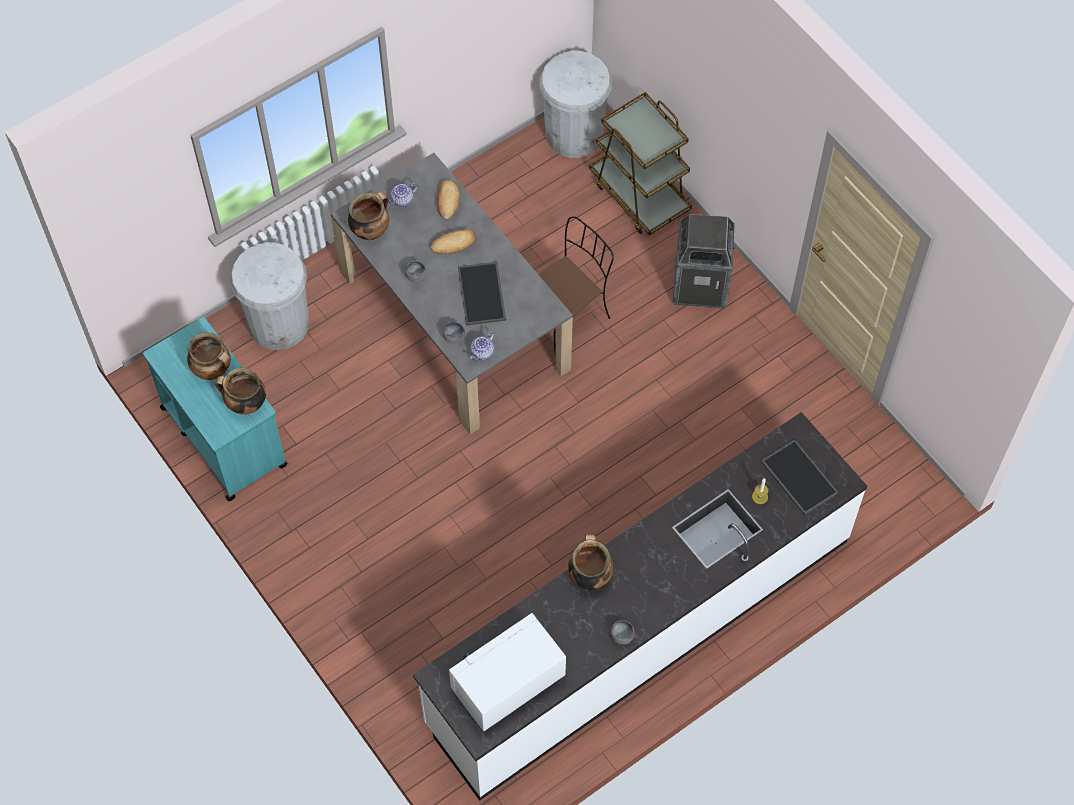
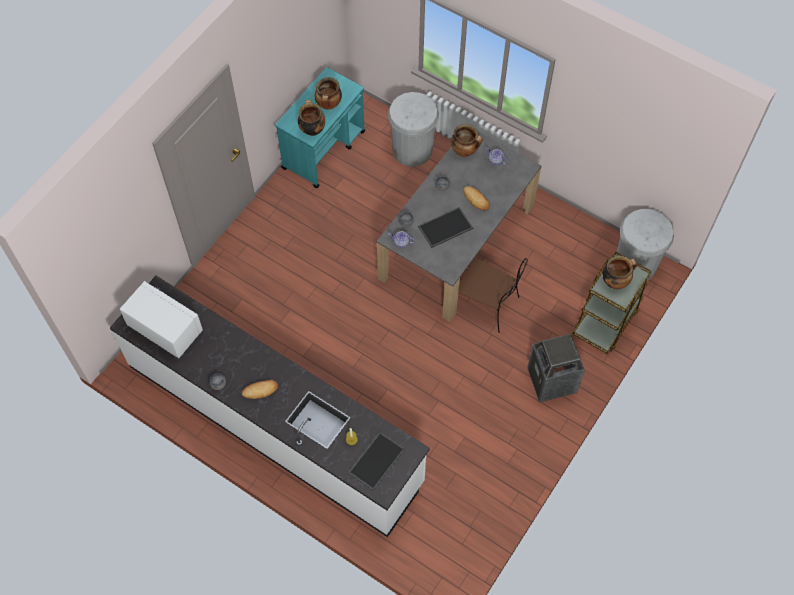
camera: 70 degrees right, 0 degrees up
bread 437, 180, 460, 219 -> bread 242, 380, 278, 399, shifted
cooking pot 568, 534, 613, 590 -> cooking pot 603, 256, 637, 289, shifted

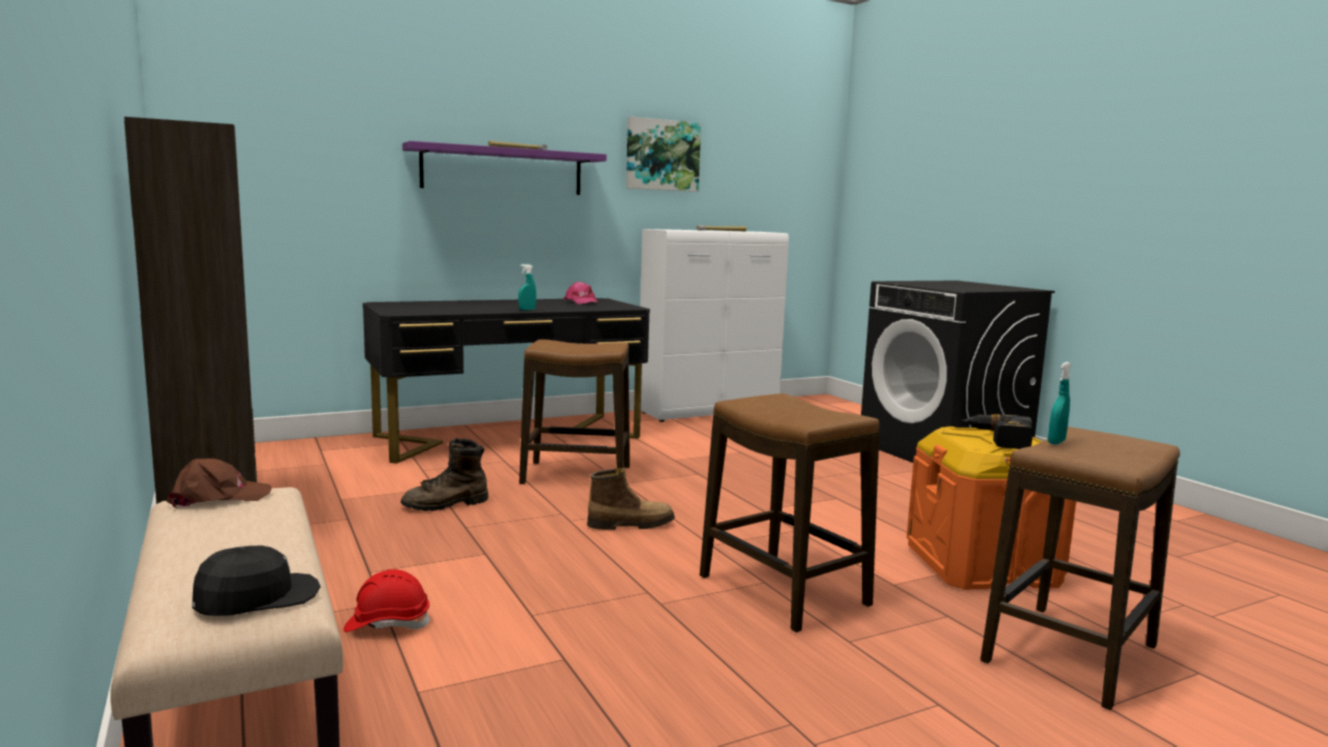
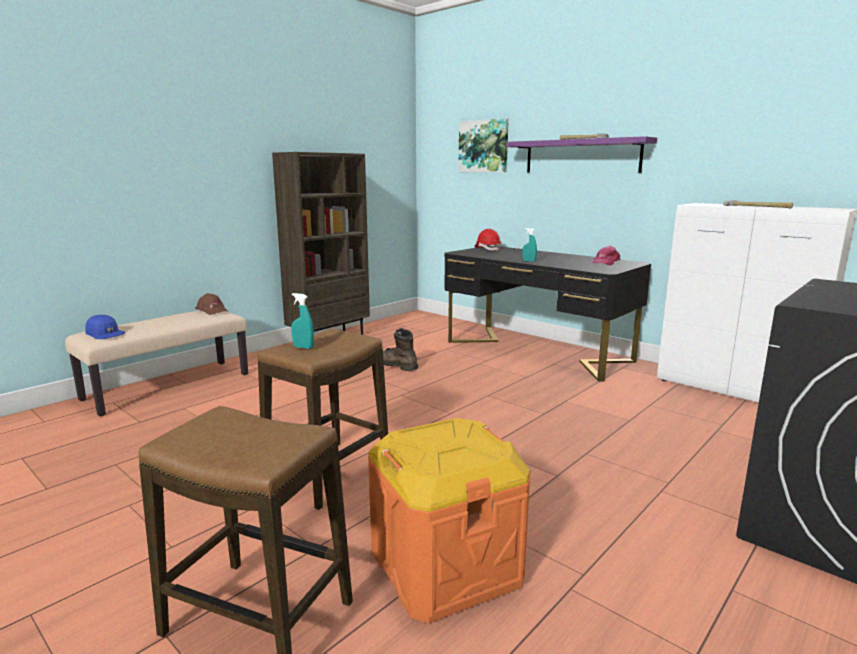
camera: 70 degrees right, 5 degrees up
black cap 192, 546, 320, 616 -> bluish cap 86, 315, 125, 339
red-coloured hard hat 344, 569, 431, 632 -> red-coloured hard hat 475, 229, 501, 251, shifted
stool 519, 339, 630, 485 -> none
high-top boot 587, 468, 675, 530 -> none
wall art 626, 116, 701, 192 -> wall art 458, 118, 509, 172, shifted
power drill 962, 414, 1033, 449 -> none
turquoise sprayer 1048, 362, 1071, 445 -> turquoise sprayer 291, 293, 314, 349, shifted

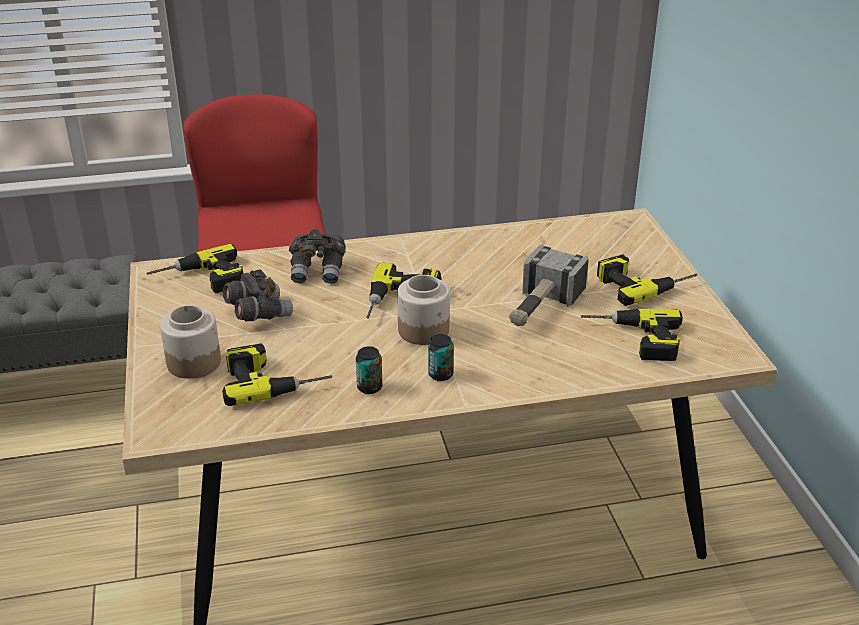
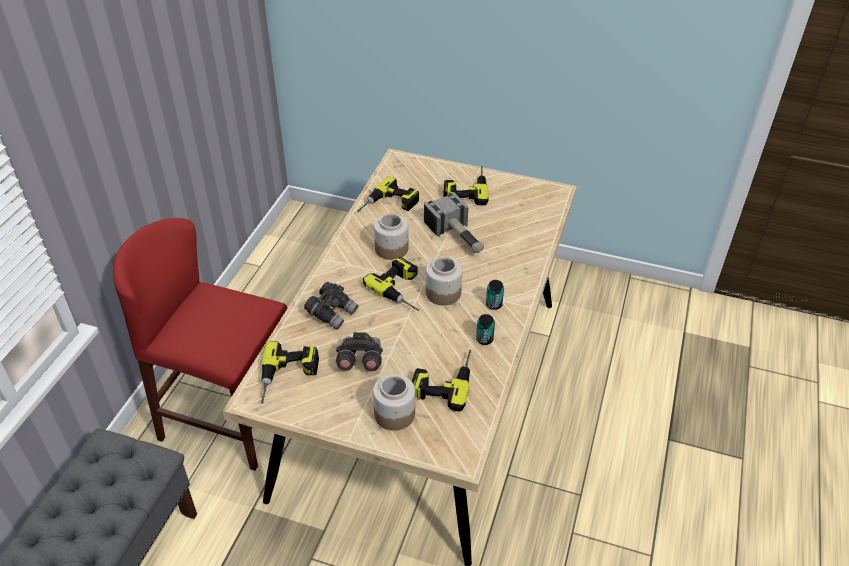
camera: 60 degrees left, 10 degrees up
power drill 581, 309, 683, 361 -> power drill 357, 176, 419, 212, shifted
none -> preserve jar 374, 214, 408, 260

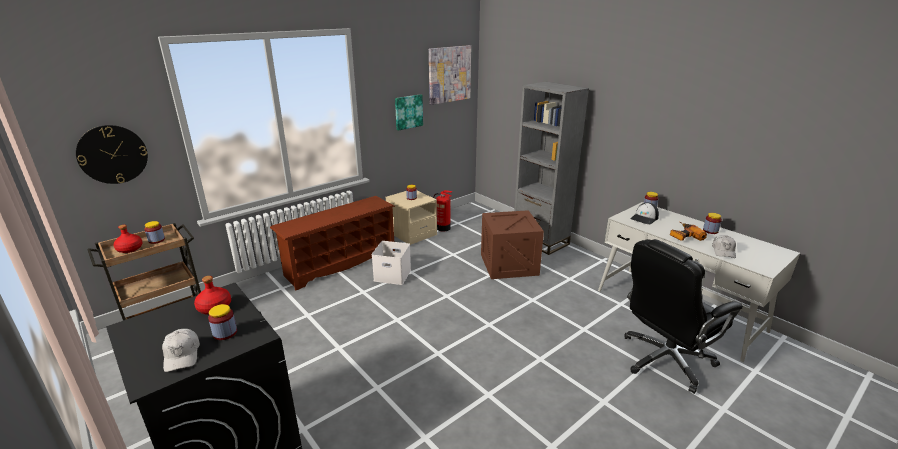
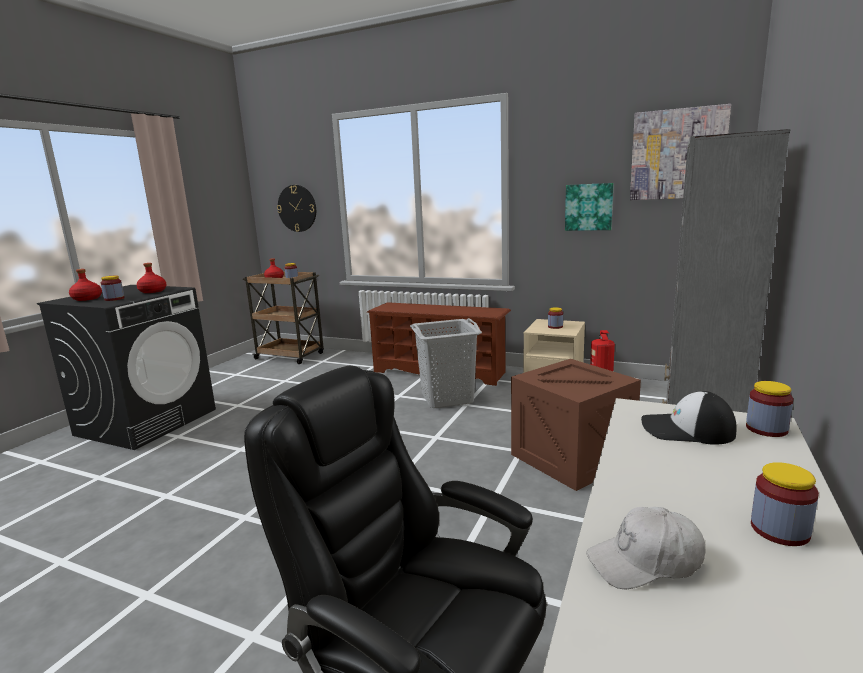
camera: 65 degrees right, 10 degrees down
whitish cap 162, 329, 200, 372 -> red-coloured beverage bottle 69, 269, 102, 301
whitish storage box 372, 241, 411, 285 -> gray washing basket 410, 318, 482, 408
power drill 670, 222, 707, 241 -> none

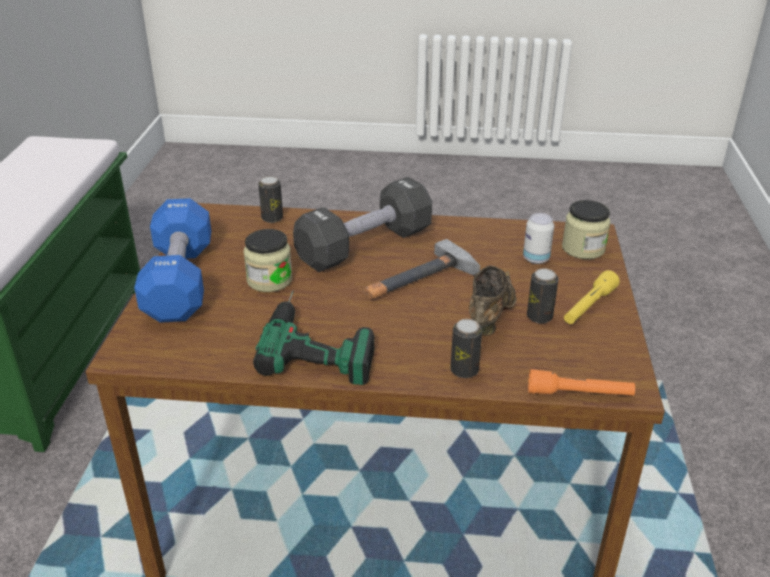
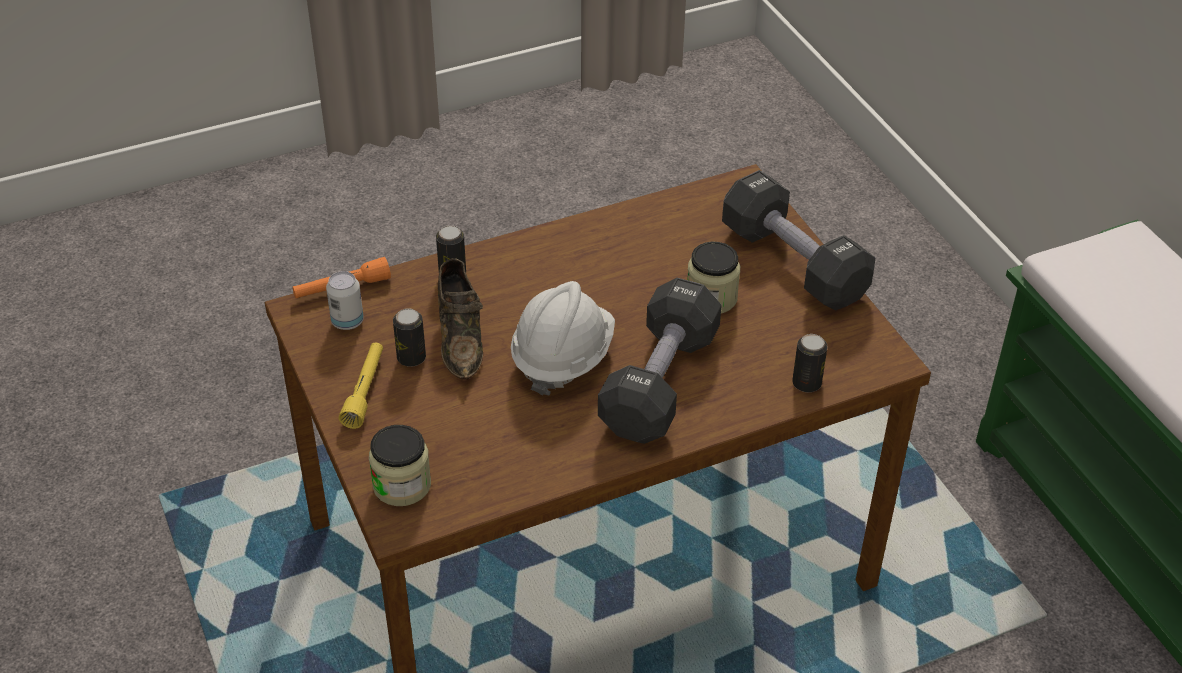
camera: 150 degrees right, 10 degrees up
bluish free weight 134, 198, 211, 323 -> black free weight 722, 170, 875, 310
power drill 253, 291, 374, 385 -> none
hand hammer 364, 239, 480, 299 -> whitish hard hat 511, 281, 615, 396
can 523, 213, 554, 264 -> can 326, 271, 364, 330, shifted

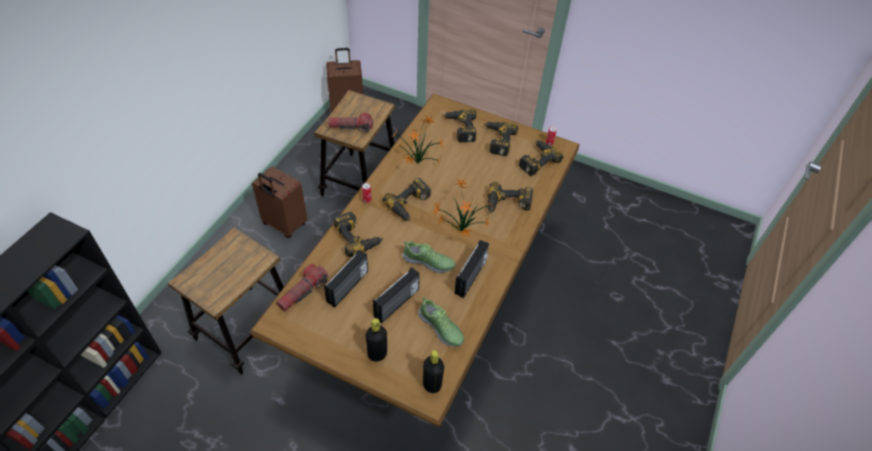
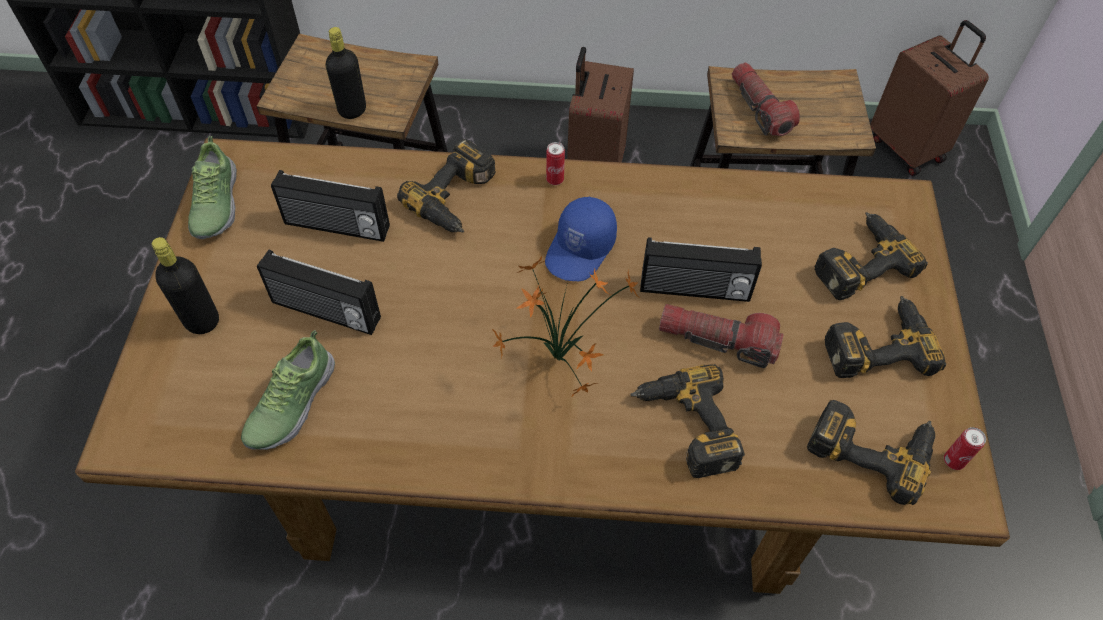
camera: 70 degrees right, 5 degrees up
hand torch 276, 264, 328, 312 -> hand torch 659, 304, 784, 368, shifted
power drill 383, 178, 431, 221 -> bluish cap 545, 196, 617, 281
potted plant 390, 116, 444, 165 -> none
shoe 403, 241, 456, 273 -> shoe 188, 136, 237, 239, shifted
black beverage bottle 423, 350, 444, 393 -> black beverage bottle 326, 27, 366, 119, shifted
radio set 454, 240, 489, 298 -> radio set 640, 237, 762, 302, shifted

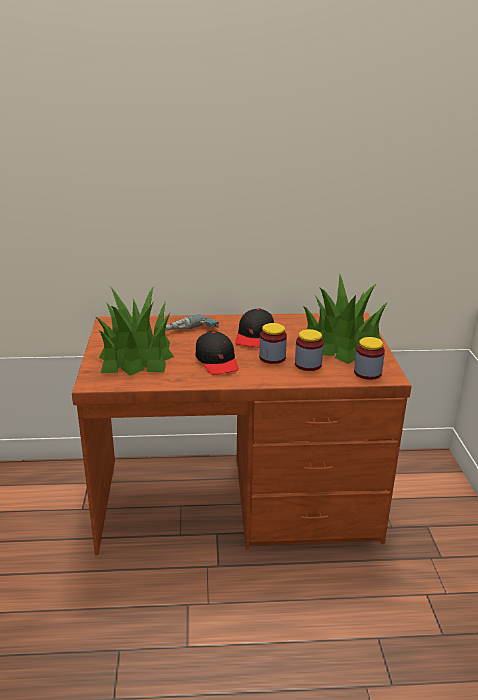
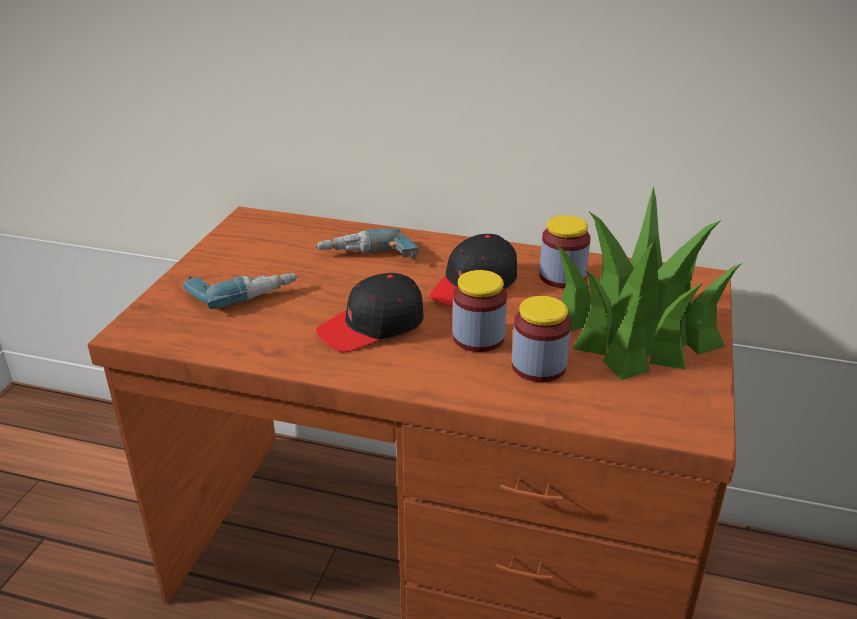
camera: 20 degrees right, 5 degrees up
potted plant 95, 286, 174, 375 -> power drill 183, 273, 298, 309
black cap 195, 331, 239, 375 -> black cap 316, 273, 424, 352, 60 degrees clockwise
preserve jar 354, 337, 385, 380 -> preserve jar 539, 215, 591, 288, shifted

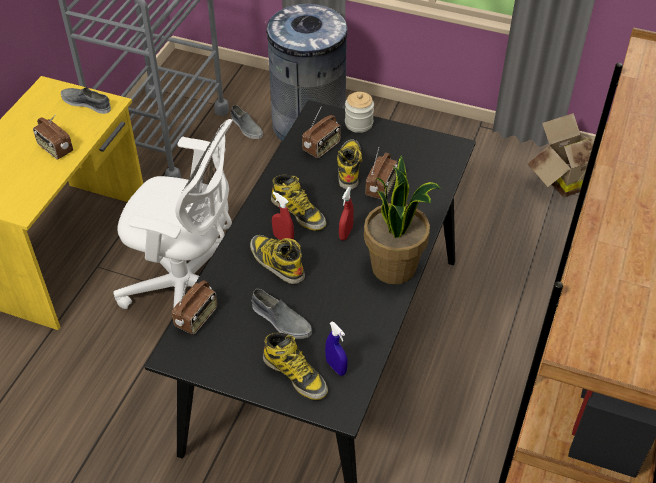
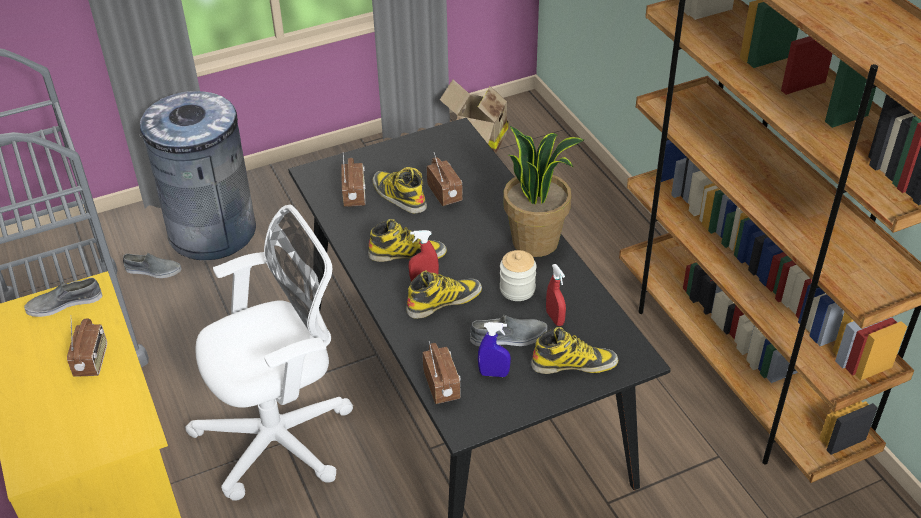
camera: 45 degrees left, 5 degrees down
radio set 33, 114, 73, 160 -> radio set 67, 315, 107, 377, 90 degrees counterclockwise
high-top boot 250, 235, 305, 284 -> high-top boot 406, 270, 482, 319, 150 degrees clockwise
bluish sprayer 325, 321, 348, 376 -> bluish sprayer 478, 322, 511, 377, shifted
red-coloured sprayer 339, 187, 354, 240 -> red-coloured sprayer 546, 264, 566, 326, shifted
preserve jar 345, 92, 374, 133 -> preserve jar 500, 250, 537, 301, shifted

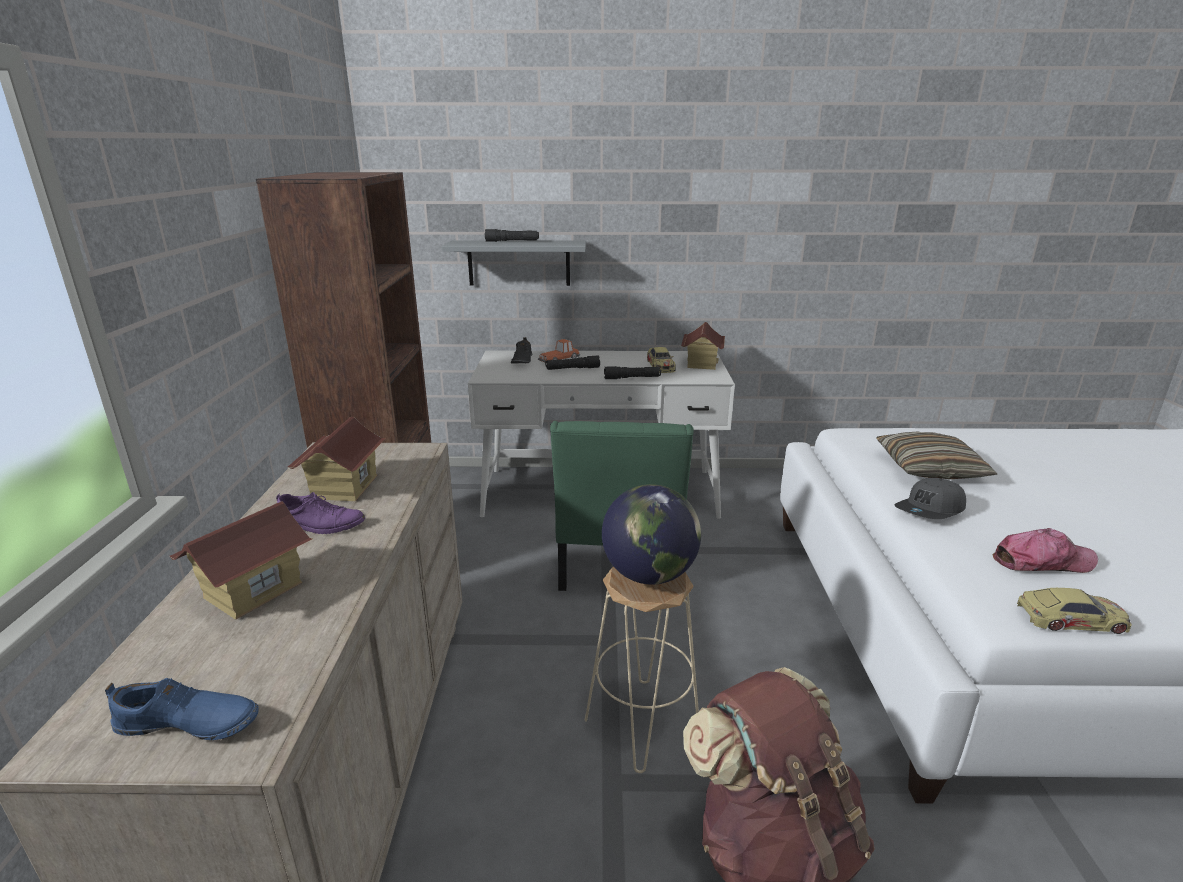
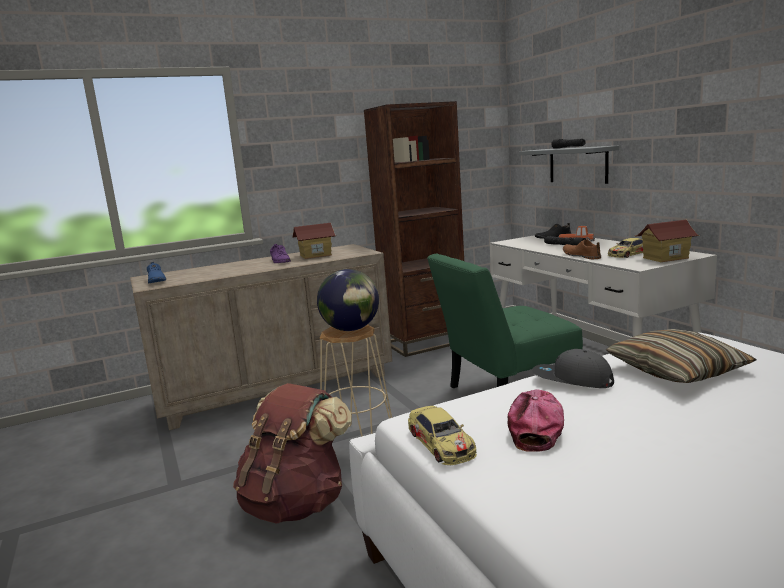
camera: 65 degrees right, 10 degrees down
model house 169, 502, 312, 620 -> none
black hand torch 604, 366, 661, 379 -> brown shoe 563, 239, 601, 259
cap 992, 528, 1098, 573 -> cap 508, 390, 564, 452, 135 degrees counterclockwise

